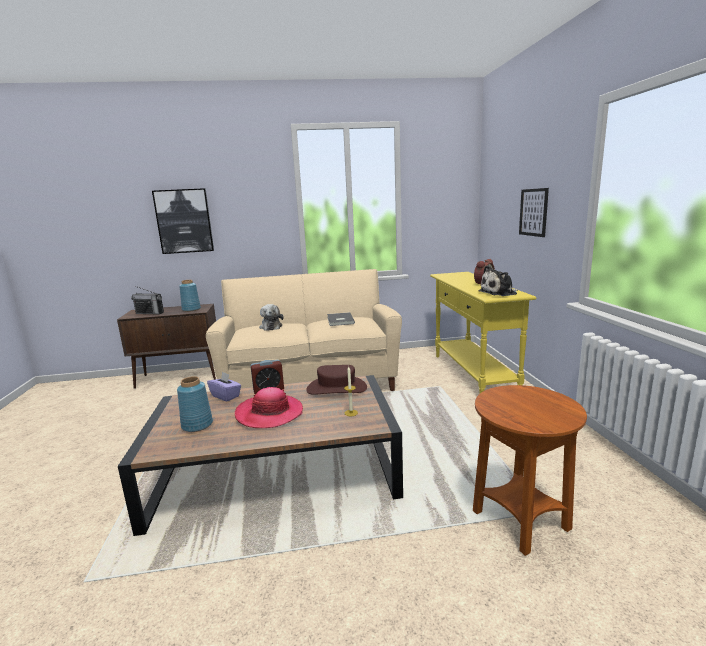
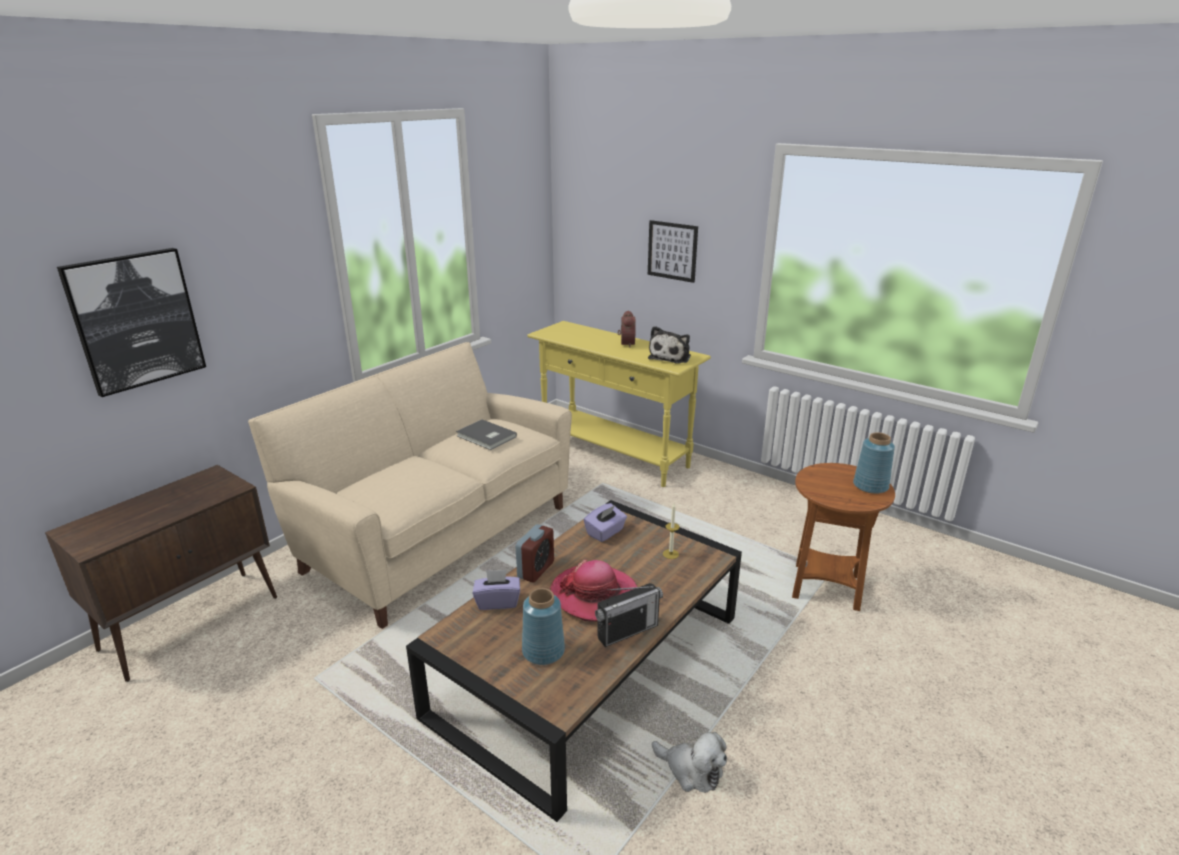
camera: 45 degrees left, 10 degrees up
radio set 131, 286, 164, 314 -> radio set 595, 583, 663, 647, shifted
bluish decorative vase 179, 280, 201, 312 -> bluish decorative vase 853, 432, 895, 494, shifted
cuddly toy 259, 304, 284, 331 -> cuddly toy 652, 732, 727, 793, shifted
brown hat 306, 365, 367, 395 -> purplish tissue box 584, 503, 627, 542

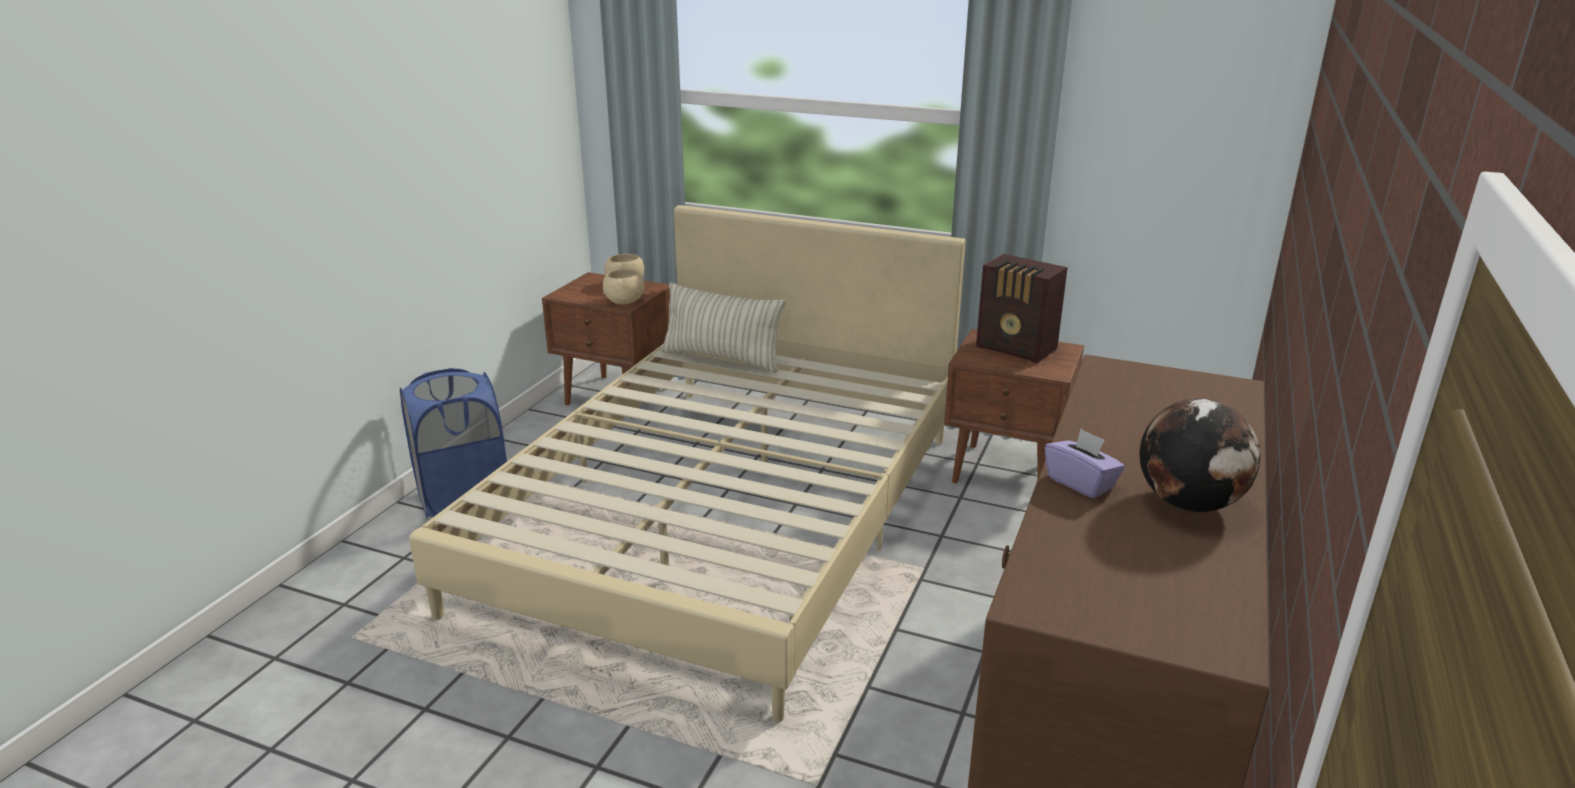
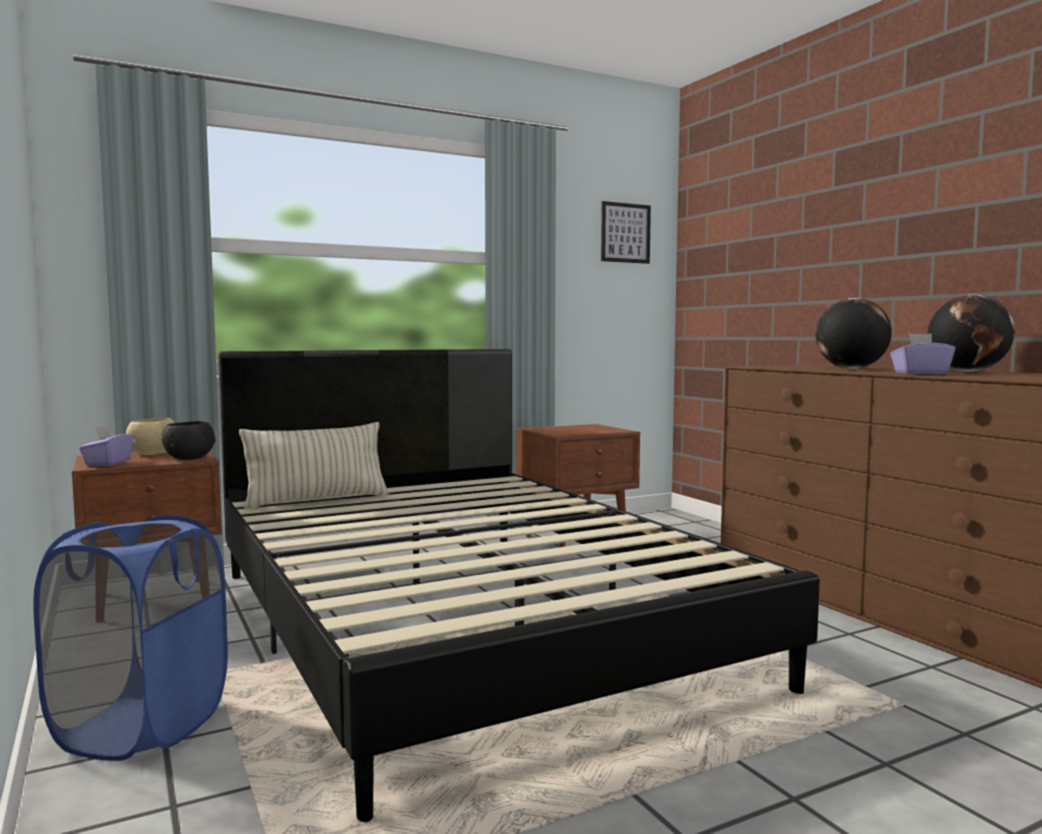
camera: 50 degrees left, 20 degrees down
sand-coloured sleeping bed 409, 205, 966, 723 -> black sleeping bed 218, 349, 820, 822
sand-coloured bowl 603, 269, 644, 304 -> black bowl 162, 421, 216, 460
radio set 976, 254, 1068, 363 -> none
none -> purplish tissue box 79, 425, 133, 466
none -> wall art 601, 201, 651, 264
none -> desk globe 815, 298, 892, 369

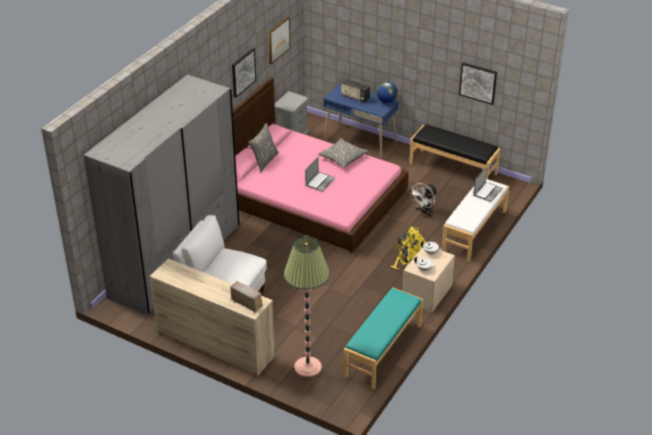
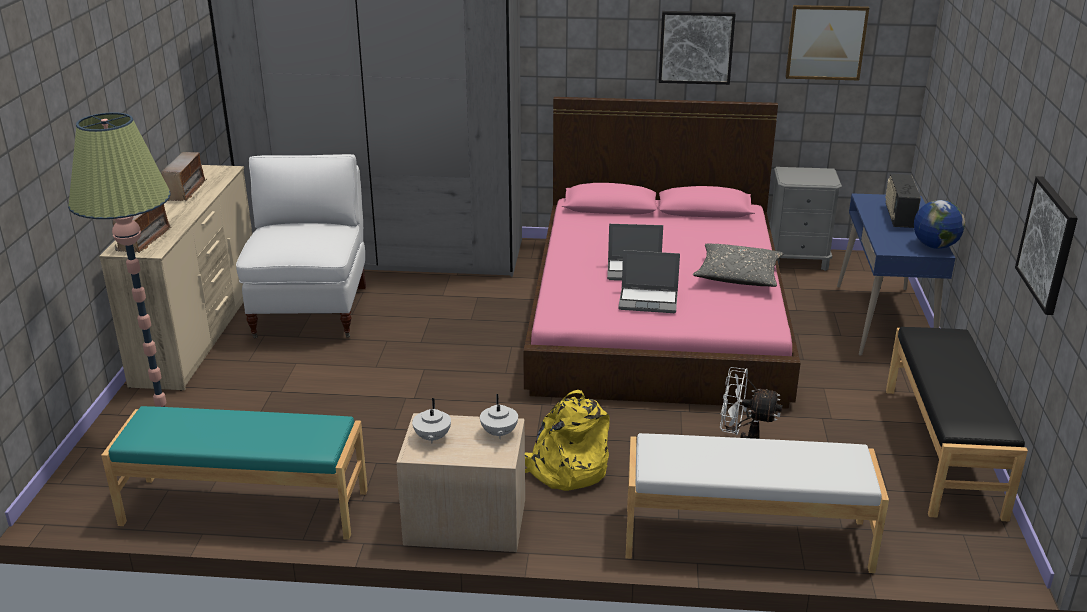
camera: 65 degrees right, 10 degrees down
gray throw pillow 248, 122, 279, 173 -> none
portable computer 473, 166, 503, 202 -> portable computer 618, 250, 680, 313, shifted
none -> radio set 161, 152, 207, 201

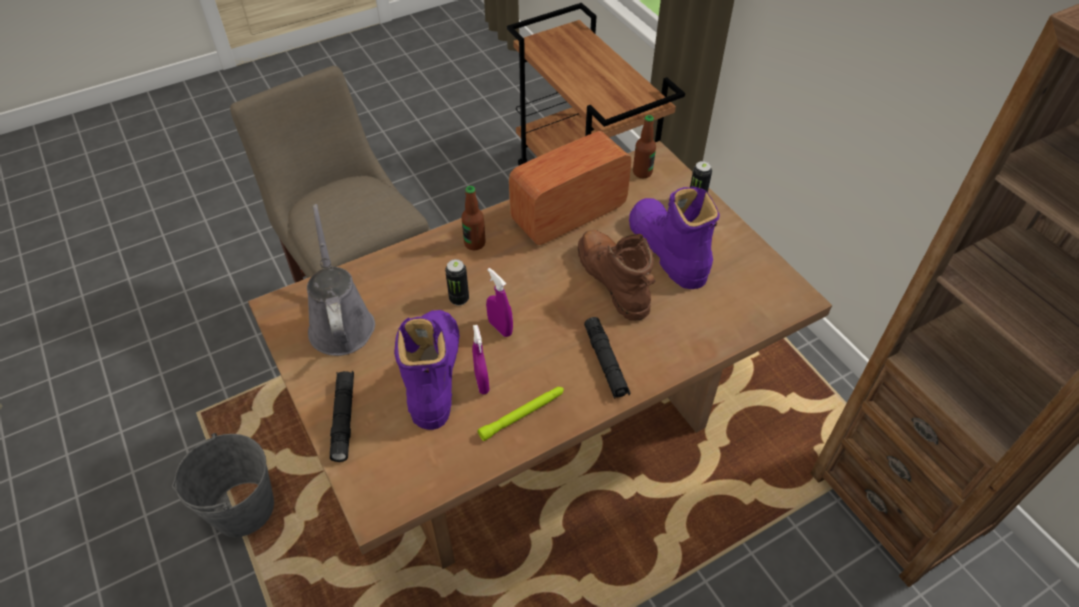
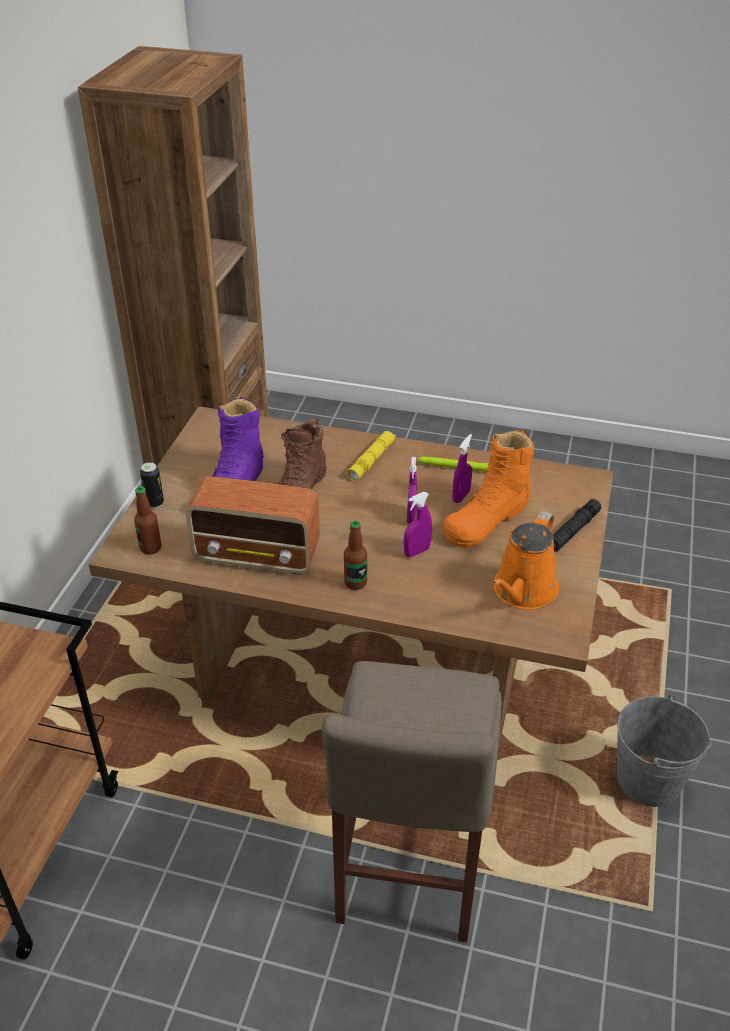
camera: 135 degrees left, 10 degrees down
gray watering pot 307, 204, 375, 356 -> orange watering pot 493, 511, 559, 610
purplish high-top boot 394, 310, 460, 430 -> orange high-top boot 443, 430, 534, 548
can 445, 259, 469, 306 -> purplish sprayer 404, 492, 432, 557
black hand torch 584, 317, 630, 399 -> yellowish hand torch 347, 431, 396, 481

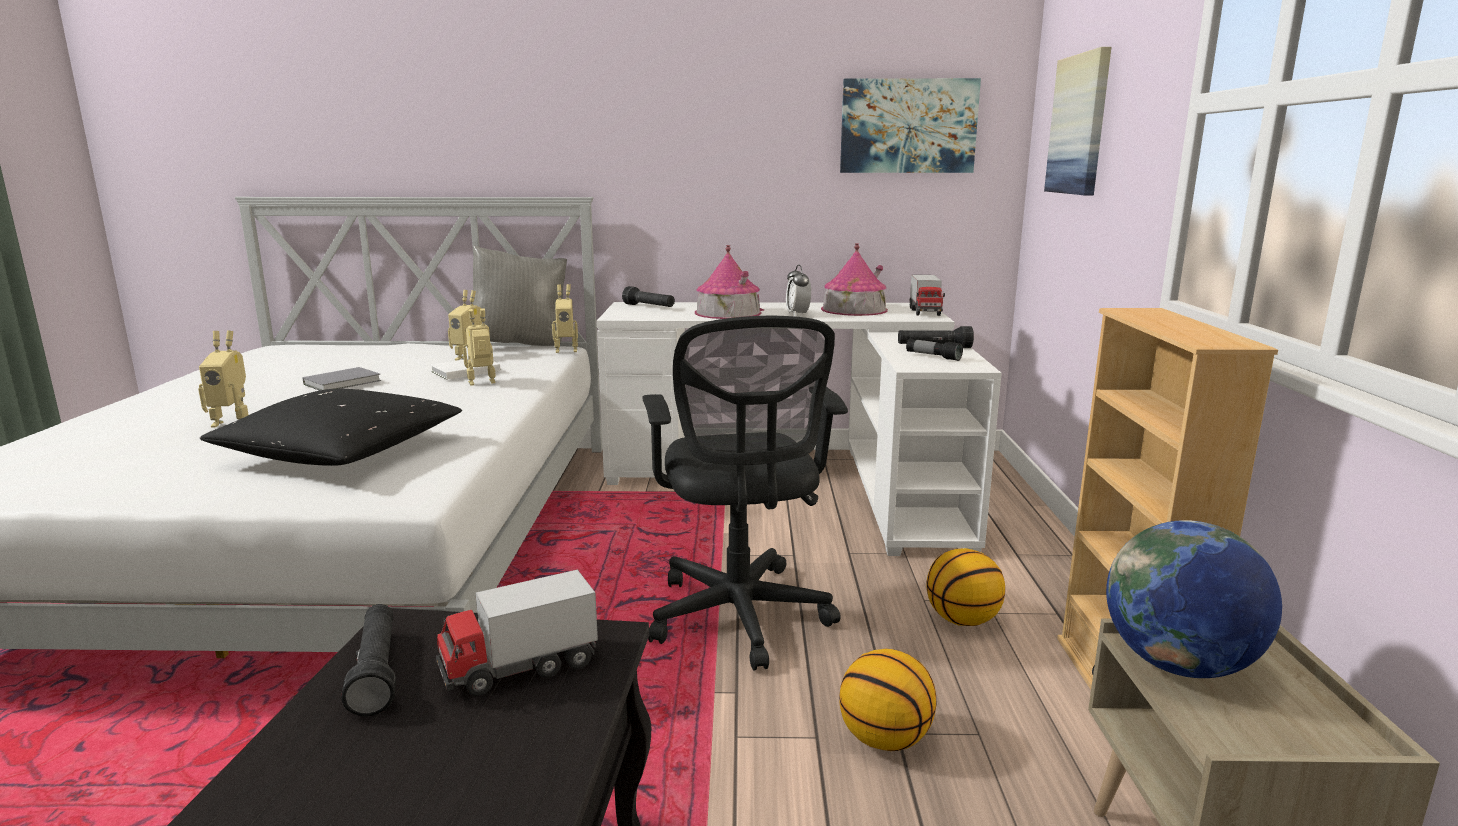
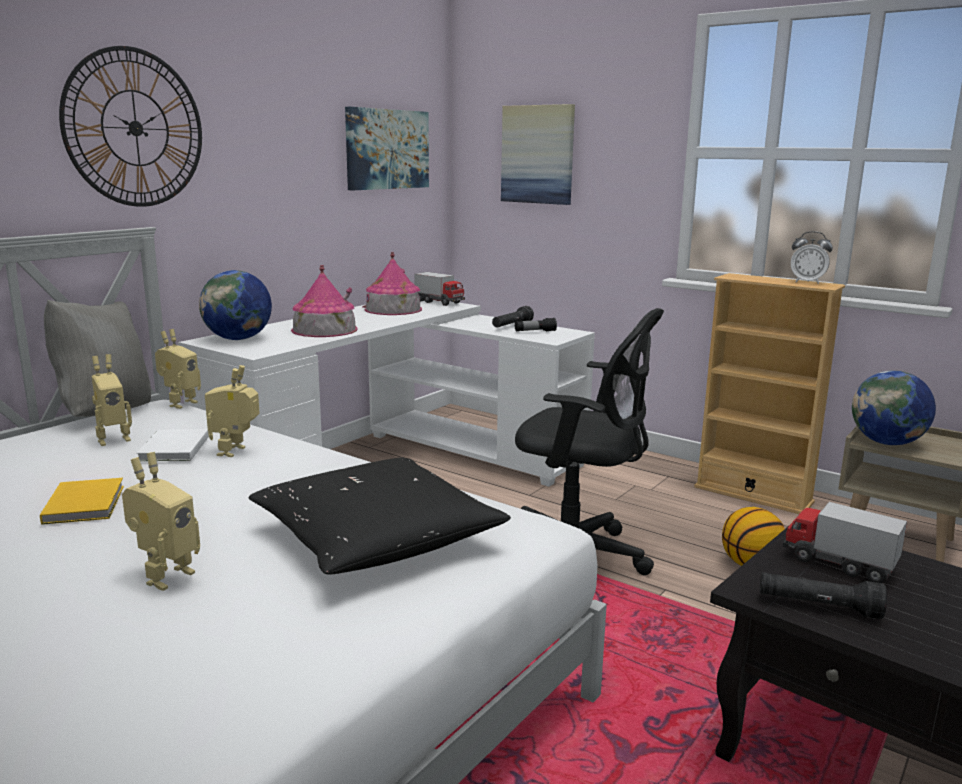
camera: 55 degrees left, 0 degrees up
gray volume 302, 367, 381, 391 -> yellowish volume 40, 478, 124, 525
toy lorry 436, 569, 598, 696 -> toy lorry 783, 502, 907, 583, 120 degrees clockwise
black hand torch 622, 286, 675, 307 -> desk globe 199, 270, 272, 340
bedside clock 786, 265, 811, 316 -> bedside clock 791, 231, 833, 284, shifted
basketball 927, 548, 1005, 626 -> none
none -> clock on the wall 59, 46, 202, 207

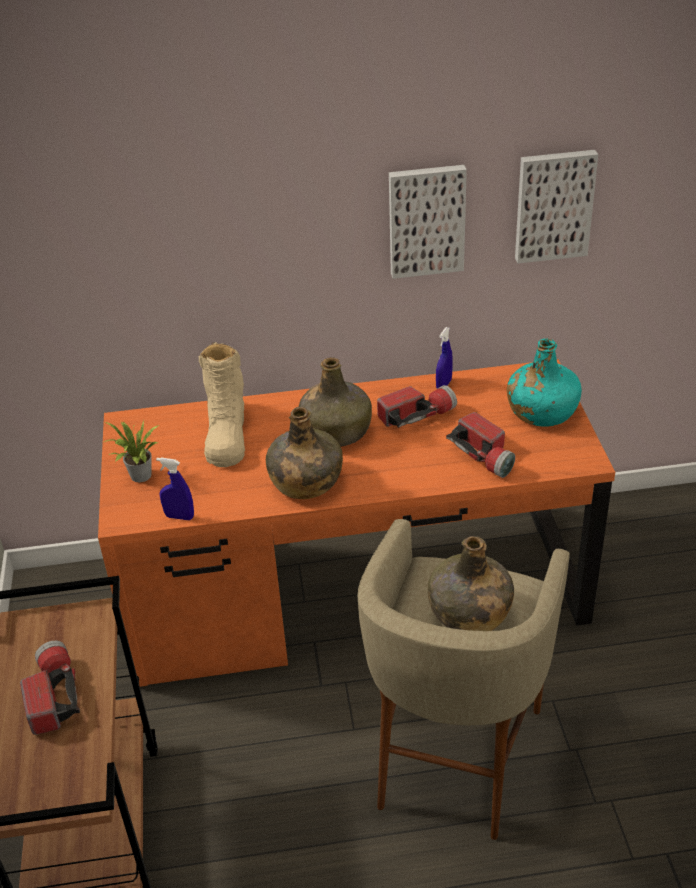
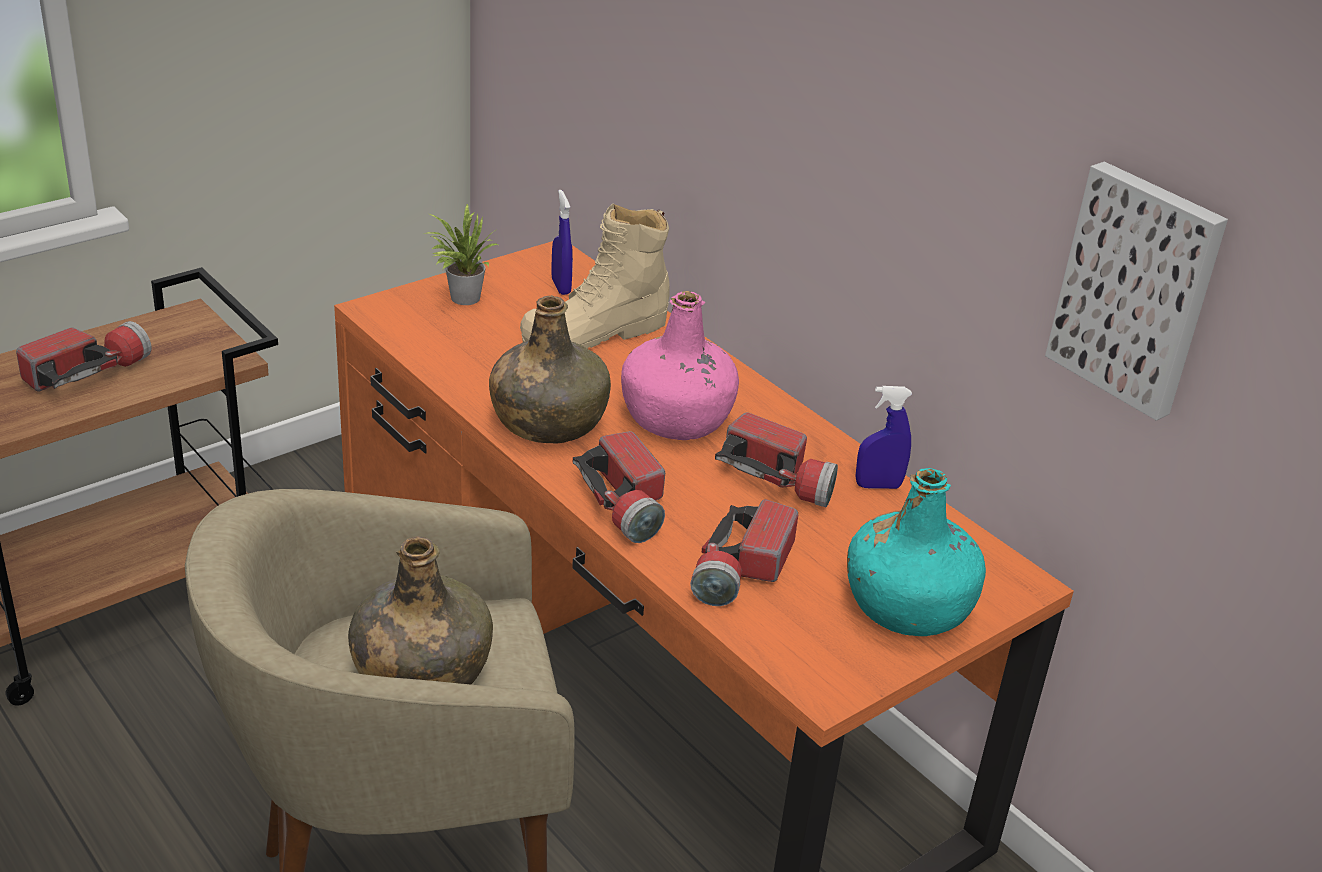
camera: 55 degrees right, 5 degrees down
bluish sprayer 156, 457, 194, 520 -> bluish sprayer 551, 190, 573, 295, shifted
greenish beverage bottle 299, 357, 372, 447 -> pinkish beverage bottle 621, 291, 739, 440
wall art 389, 165, 467, 279 -> none
none -> hand torch 573, 431, 665, 543

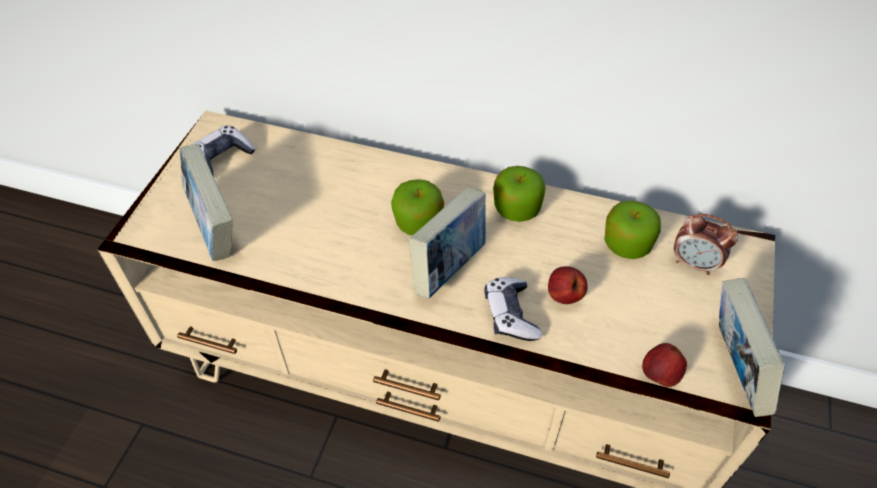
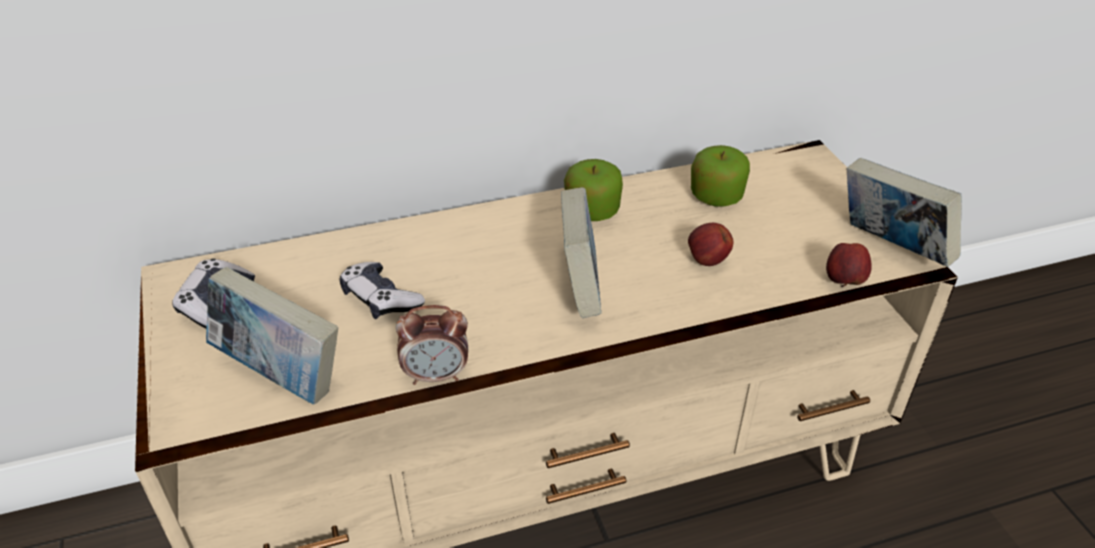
camera: 35 degrees left, 10 degrees down
apple 391, 179, 444, 236 -> none
gamepad 484, 277, 542, 341 -> gamepad 339, 262, 425, 319, shifted
bedside clock 674, 214, 738, 275 -> bedside clock 396, 305, 468, 385, shifted

